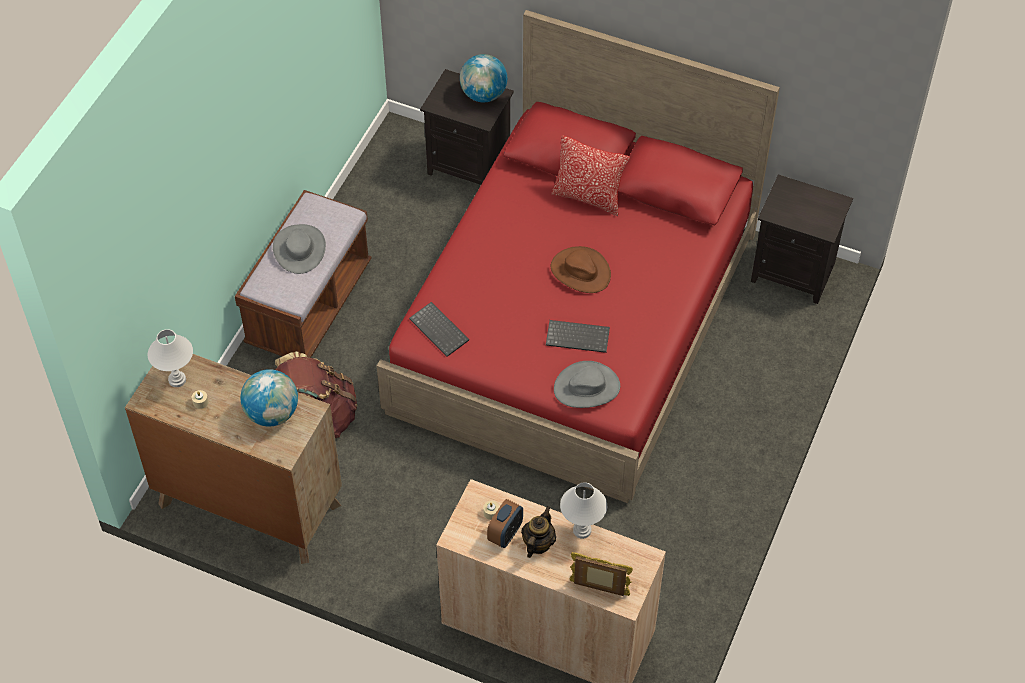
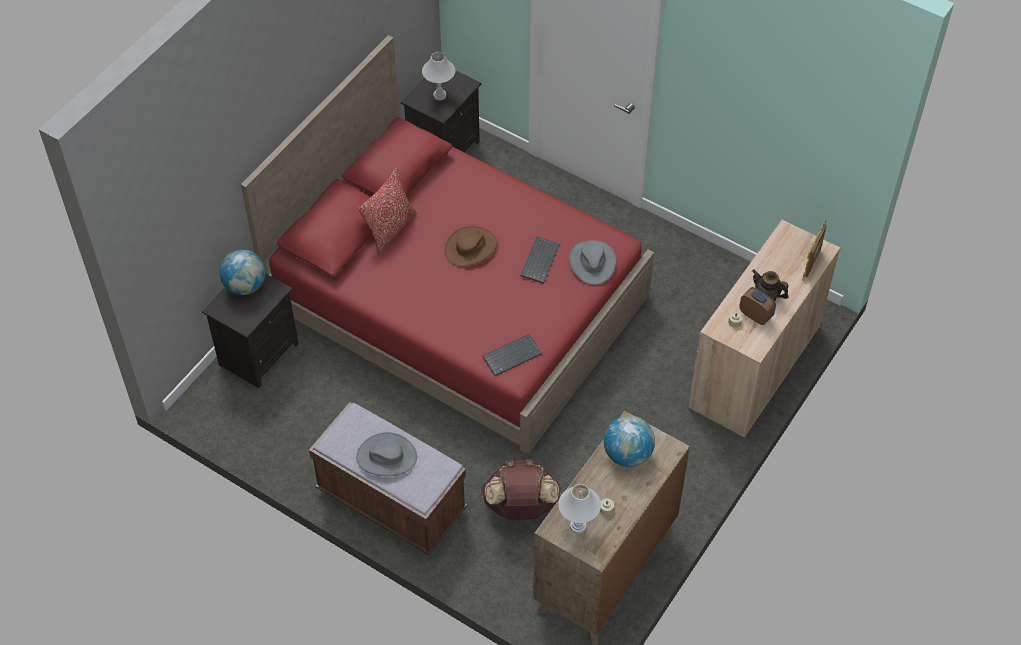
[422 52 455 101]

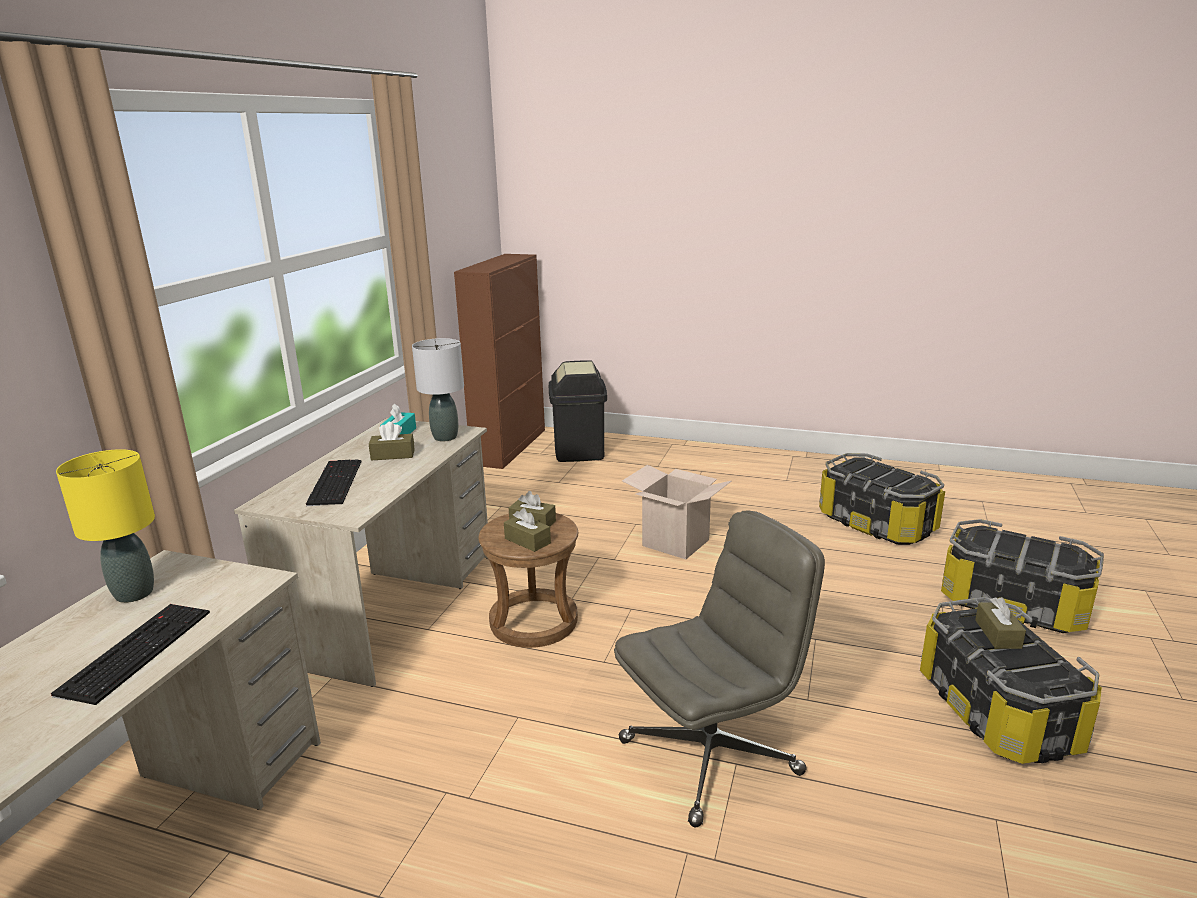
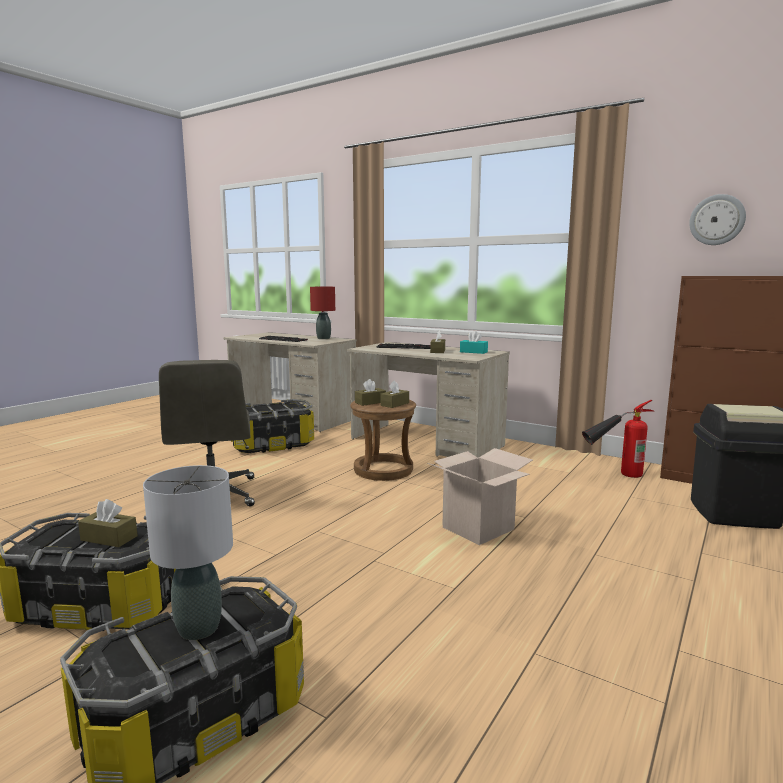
[310 287 335 339]
[143 465 233 640]
[231 399 314 453]
[582 400 654 478]
[689 194 746 245]

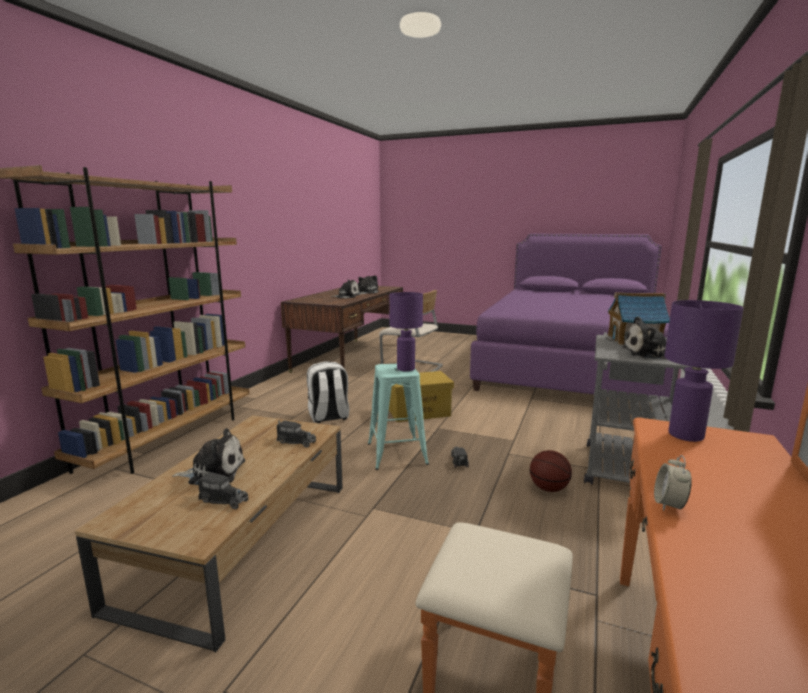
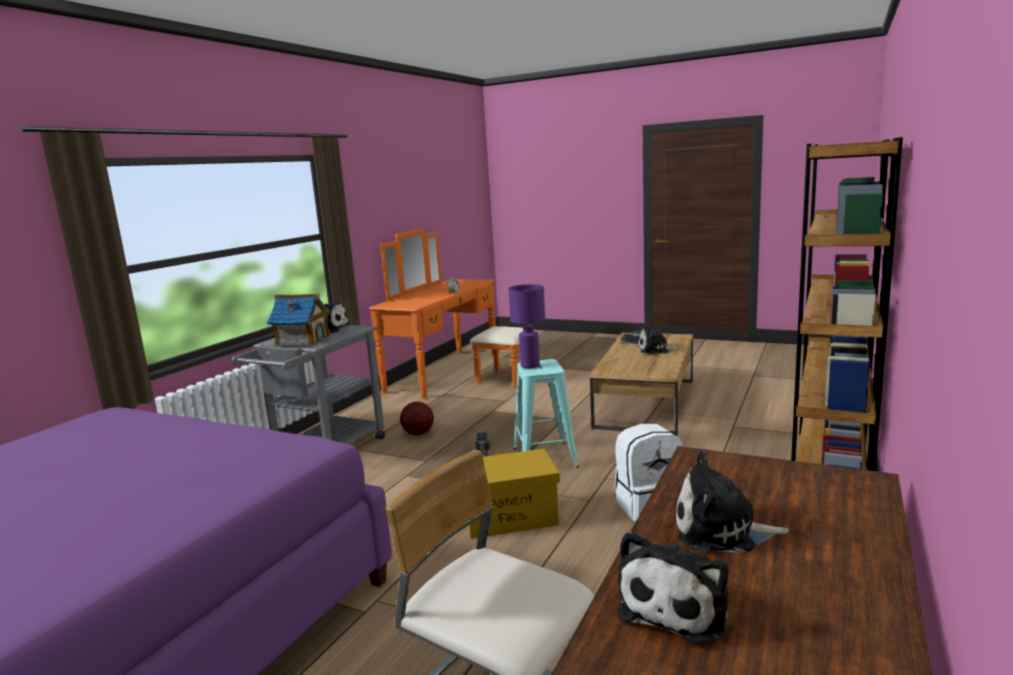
[277 420 316 448] (first image)
[665 300 744 442] (first image)

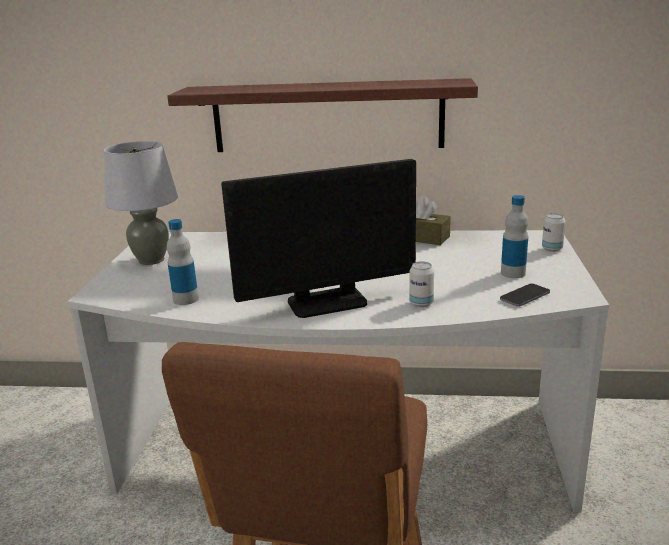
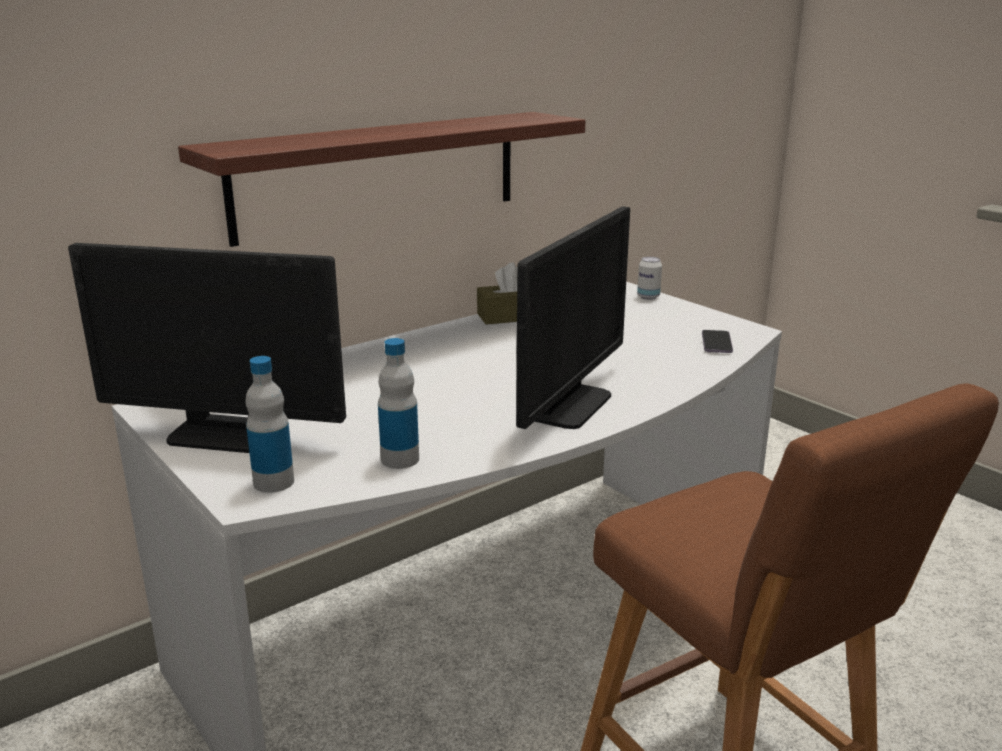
[68 243 346 453]
[409 261 434 307] (first image)
[245 356 294 493]

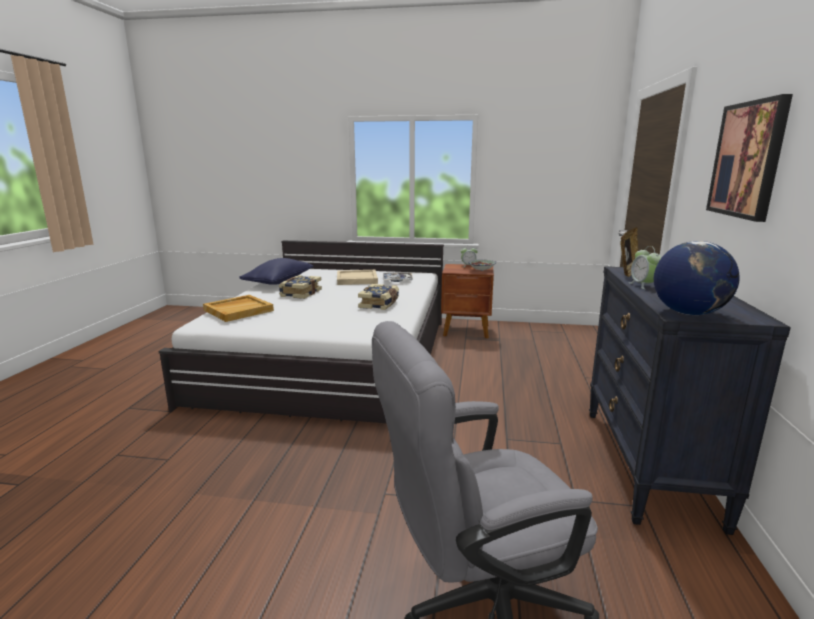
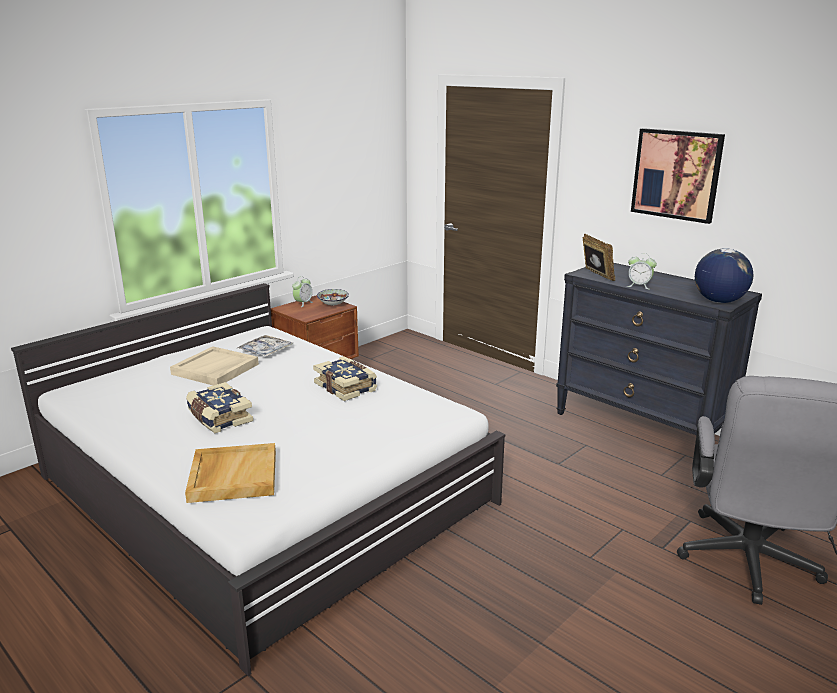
[239 258 313 285] (first image)

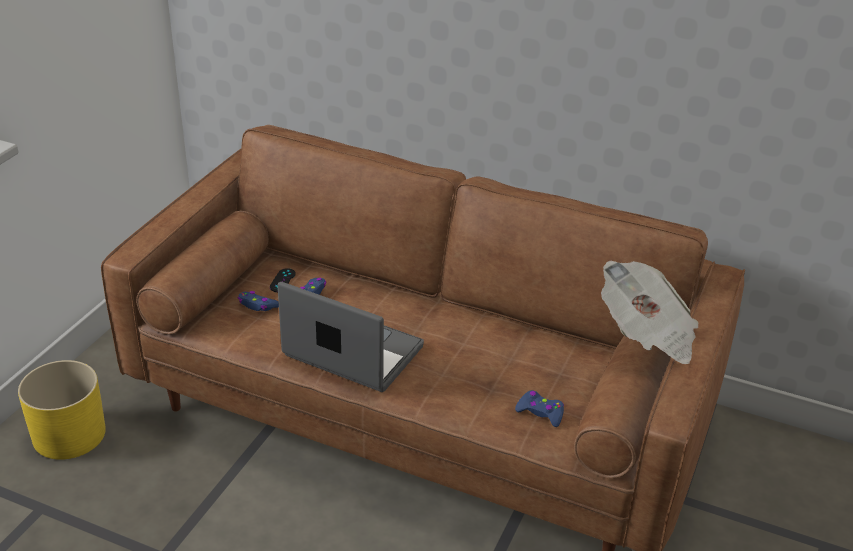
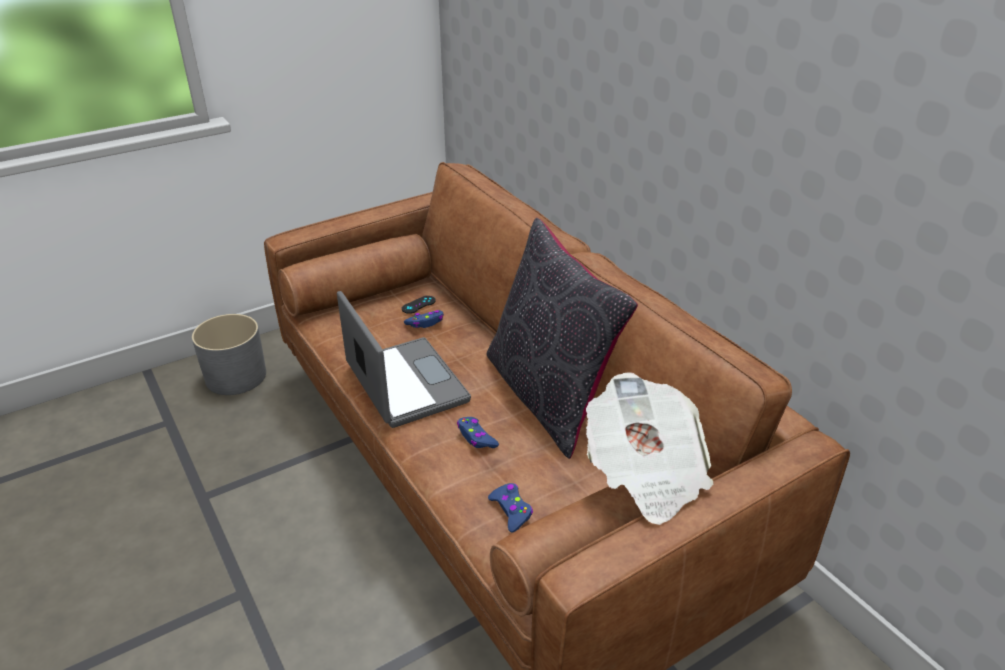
[192 314 266 395]
[457 417 499 448]
[486 218 638 459]

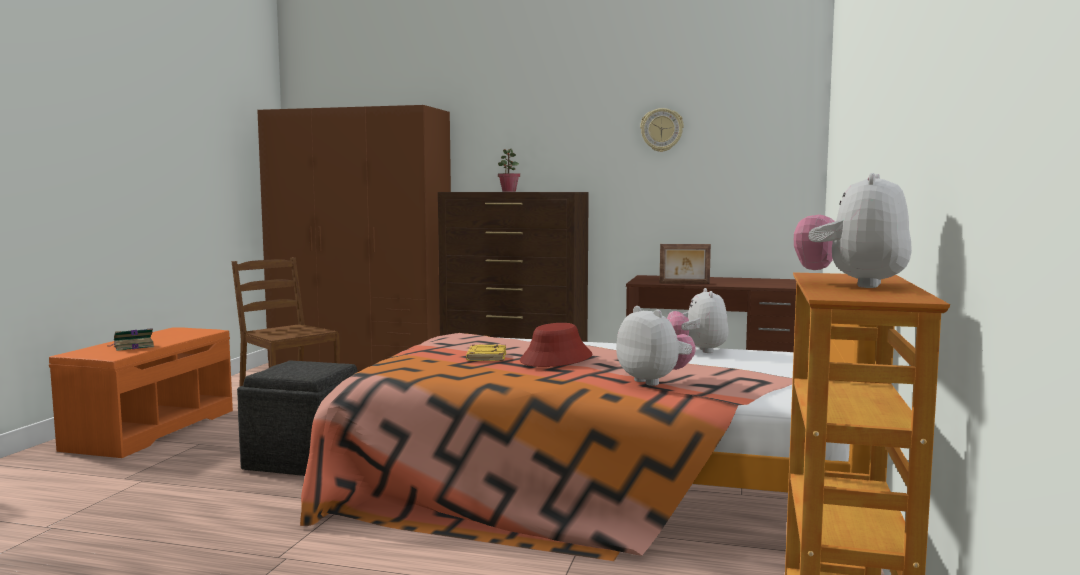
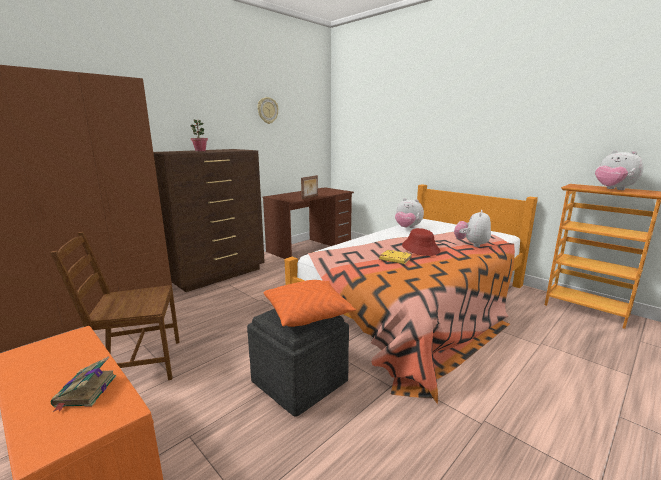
[454 210 491 247]
[263 280 356 327]

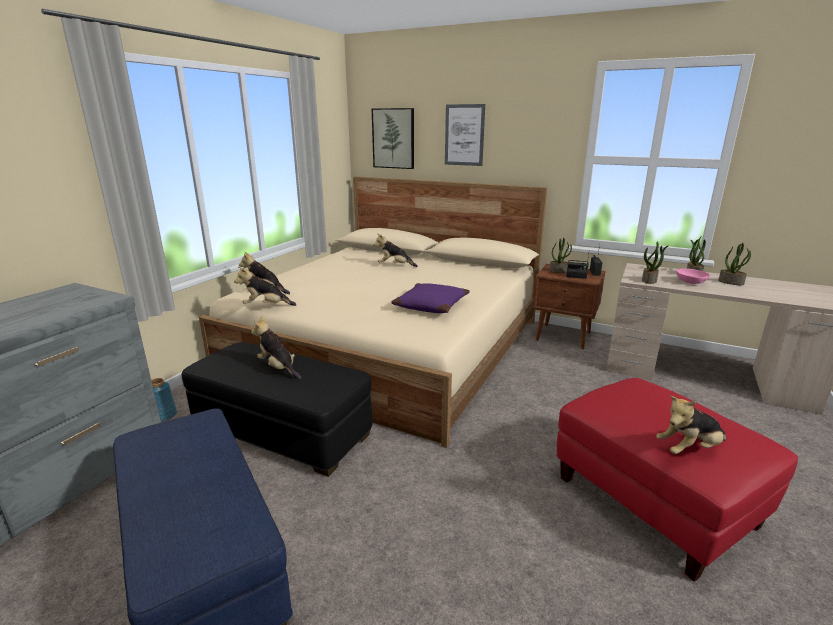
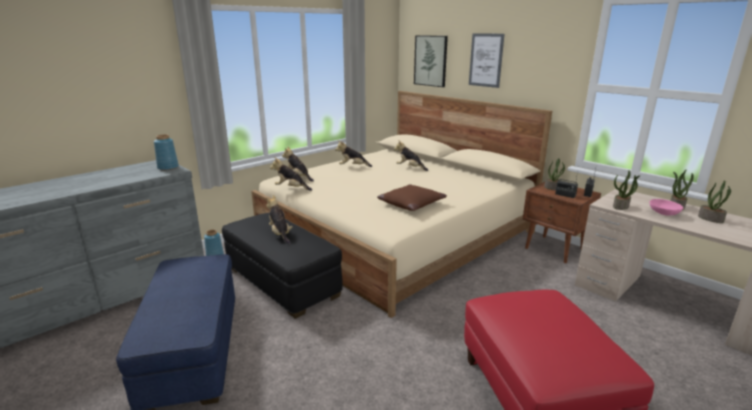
[377 184 447 211]
[335 140 372 167]
[154 134 179 170]

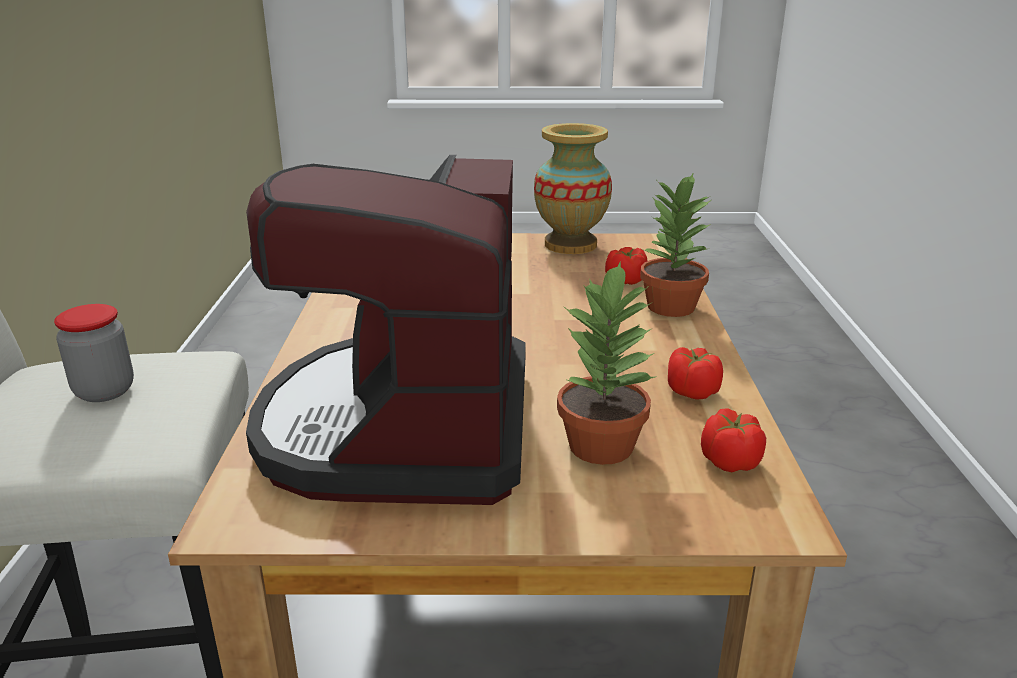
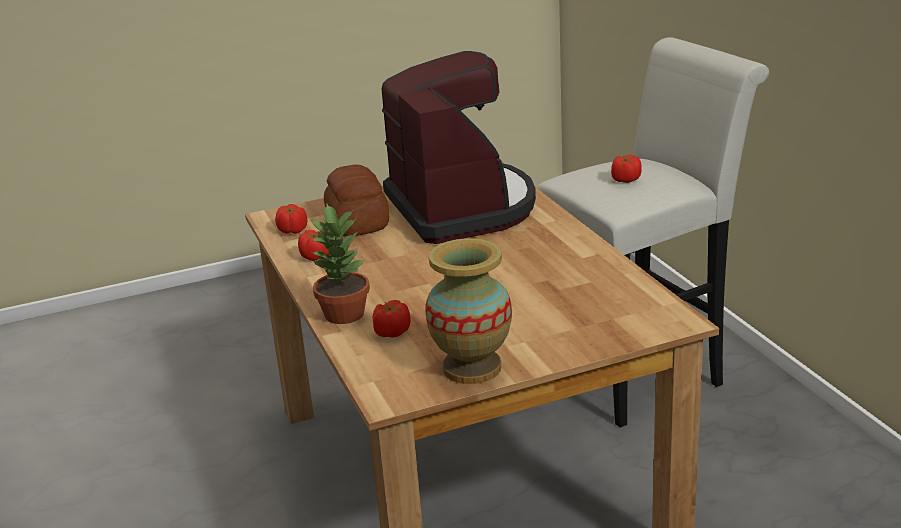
[611 155 642 183]
[324 165 389 237]

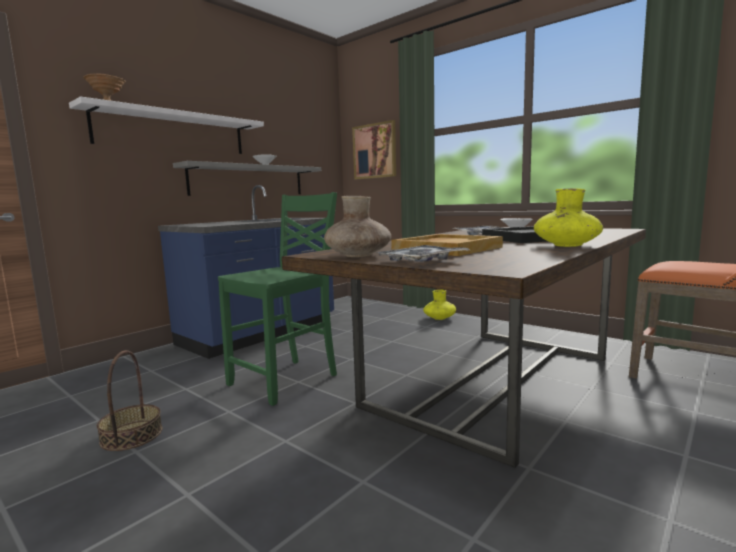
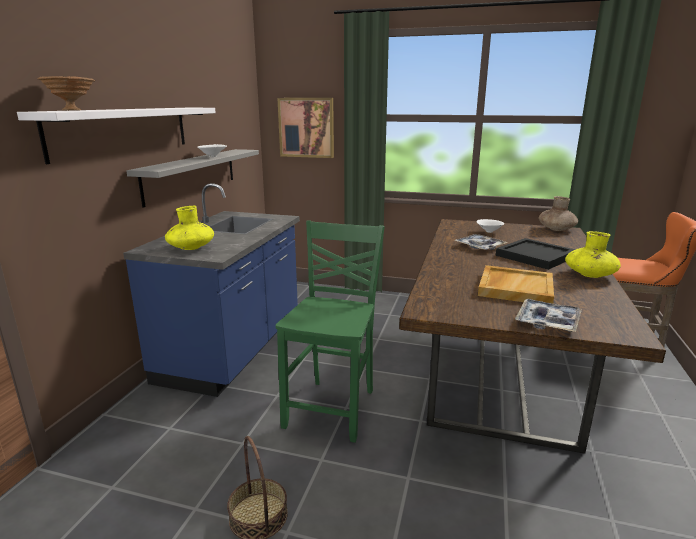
[539 196 578 231]
[165 206 214 250]

